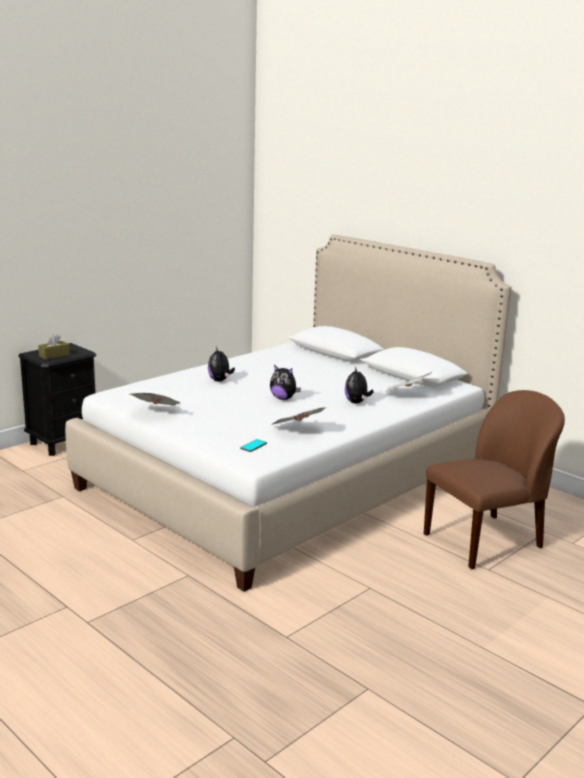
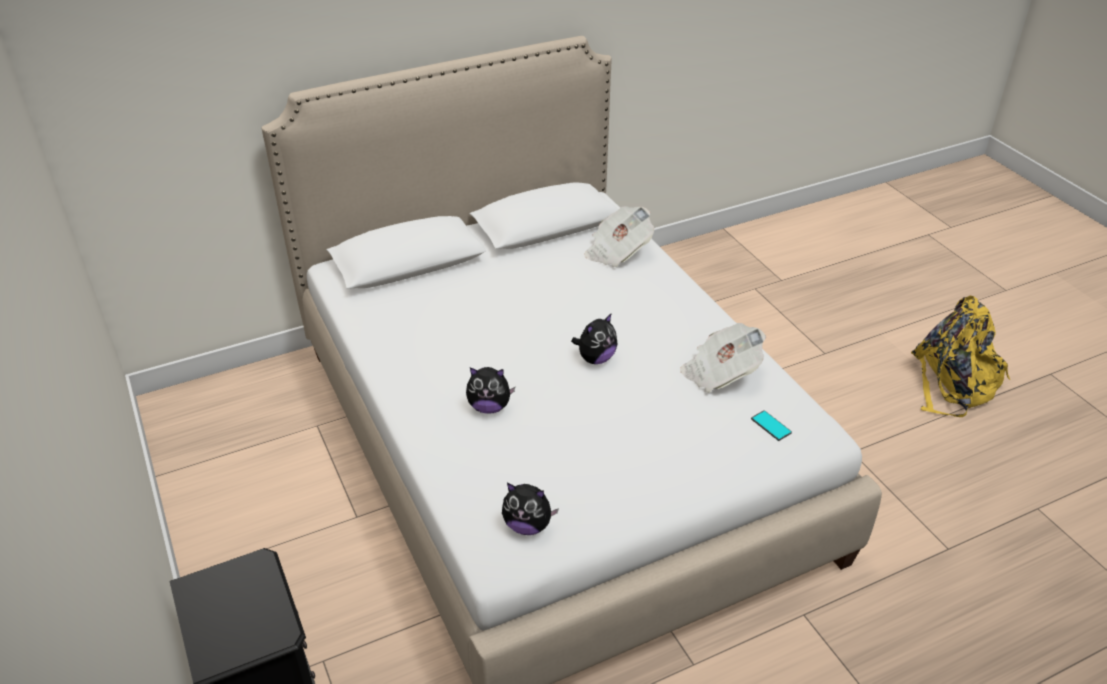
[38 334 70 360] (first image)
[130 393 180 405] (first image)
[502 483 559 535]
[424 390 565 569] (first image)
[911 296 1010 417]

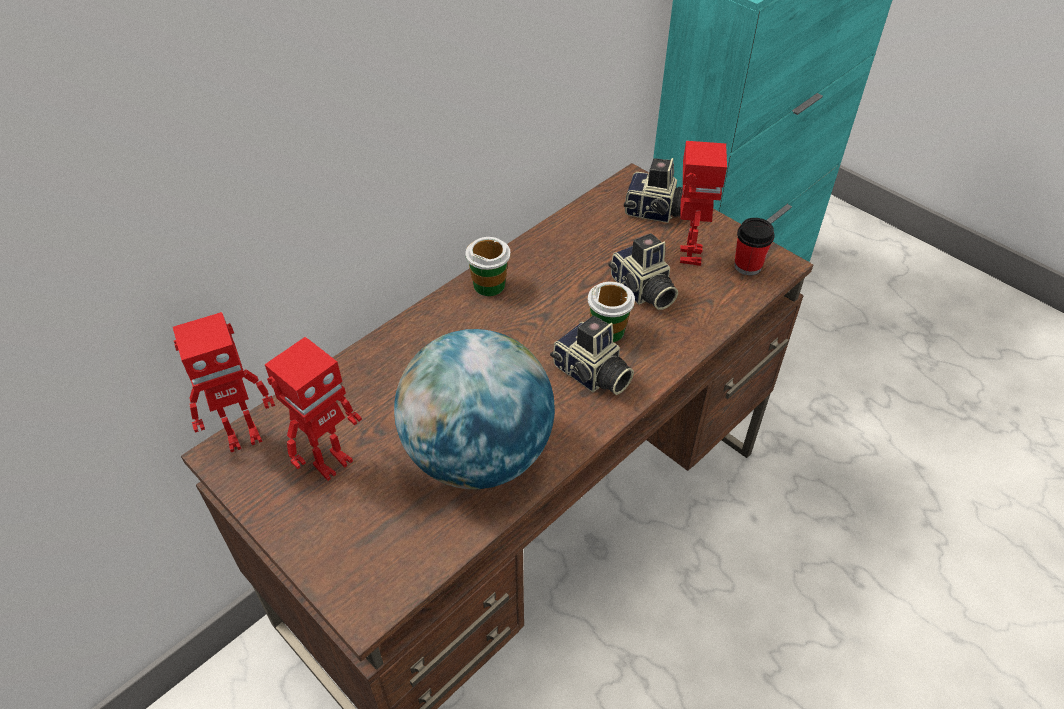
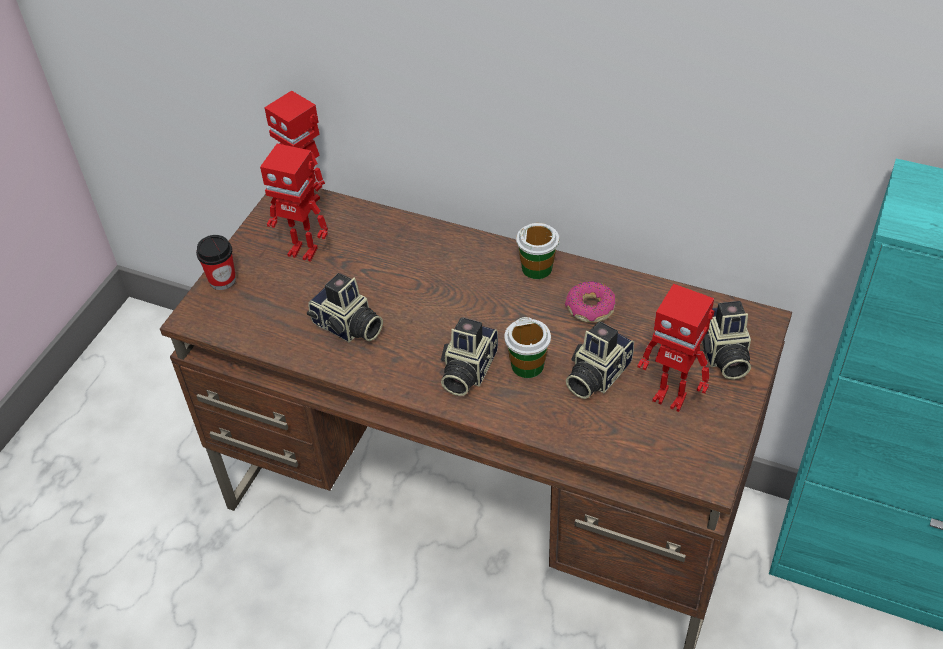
[307 273 383 342]
[638 284 714 412]
[196 235 236 290]
[565 281 615 323]

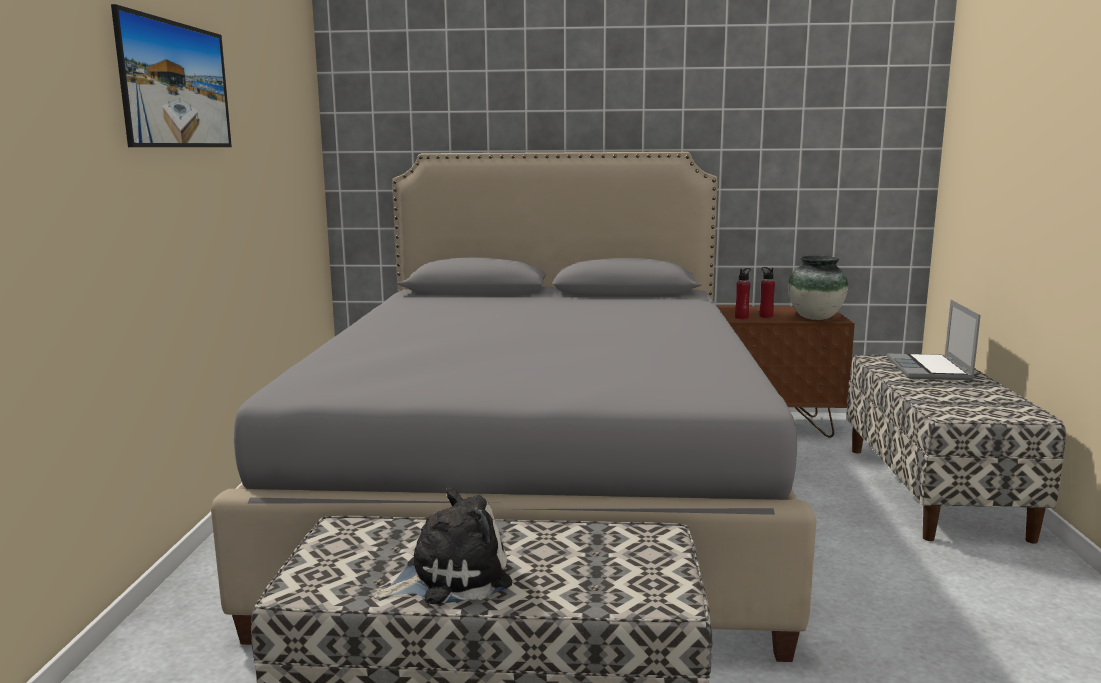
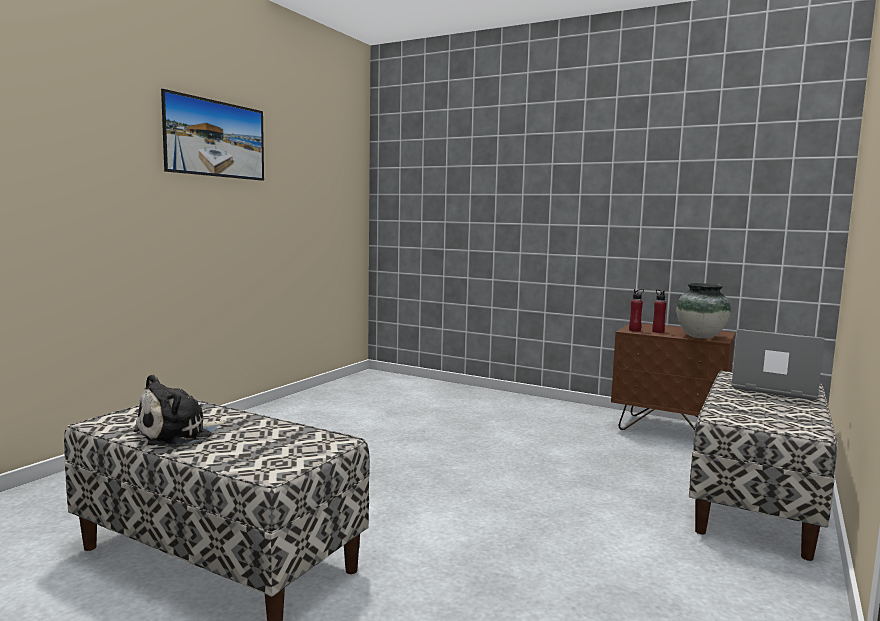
[211 152 817 662] (first image)
[133 374 227 446]
[731 329 824 400]

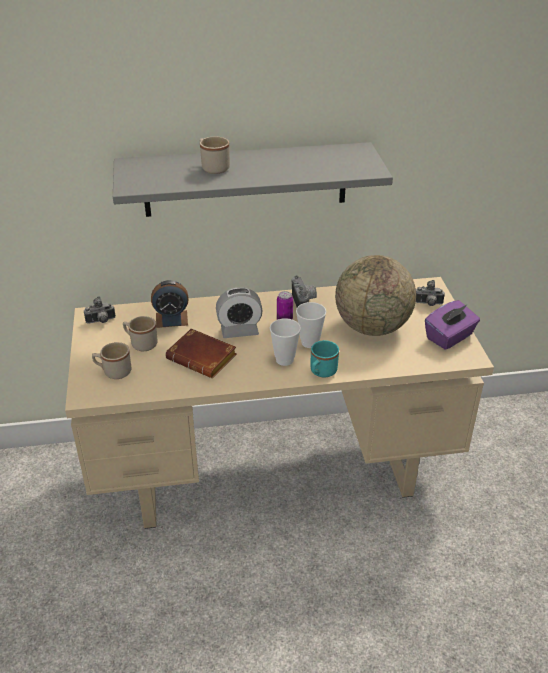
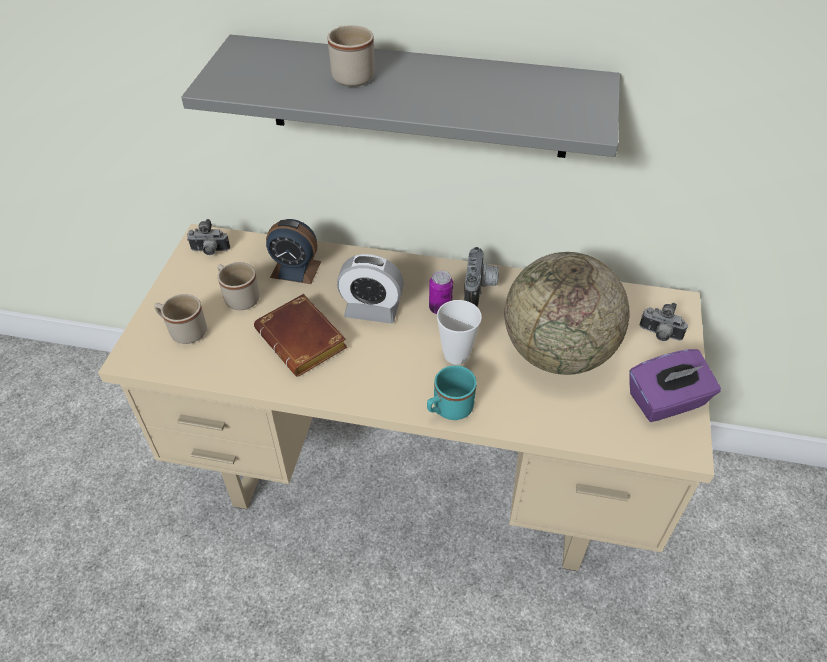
[270 318 301 366] (first image)

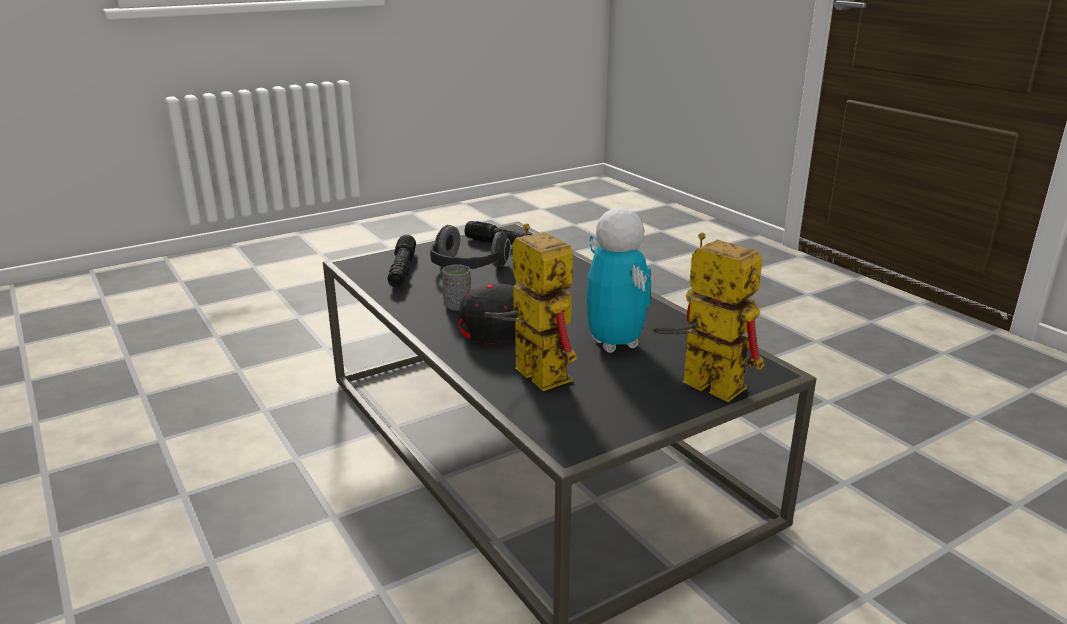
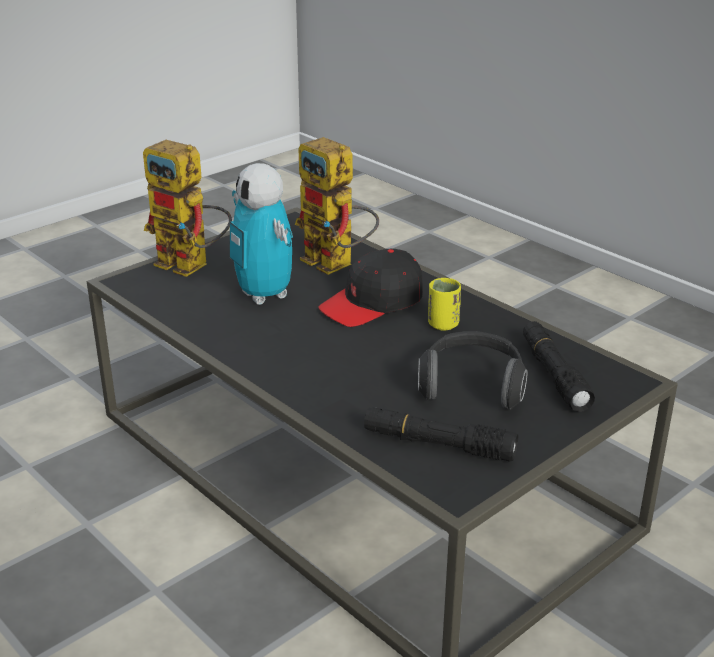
[428 278 461 331]

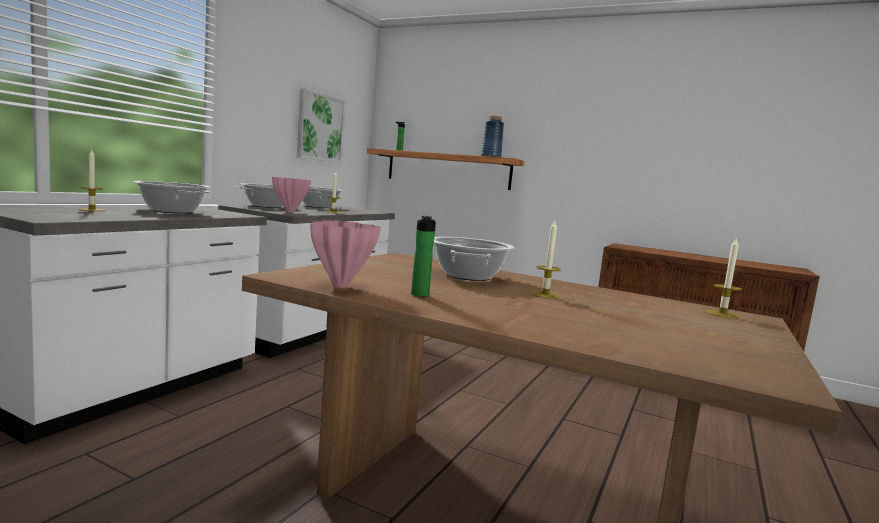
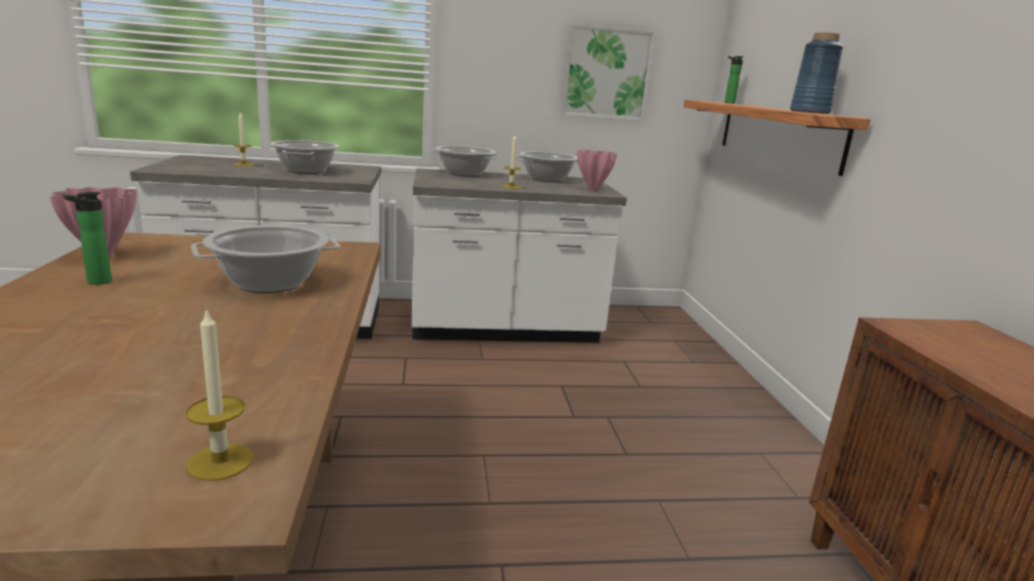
[577 150 617 192]
[531 221 561 299] (first image)

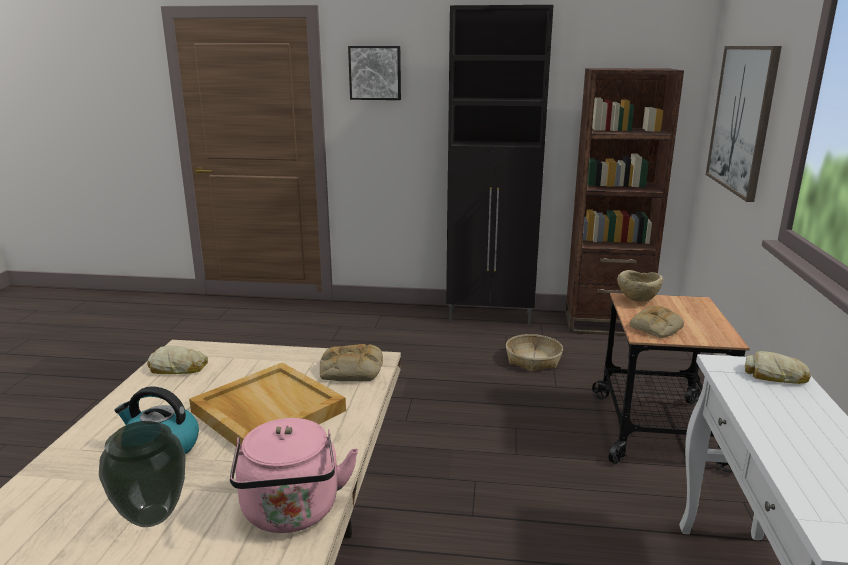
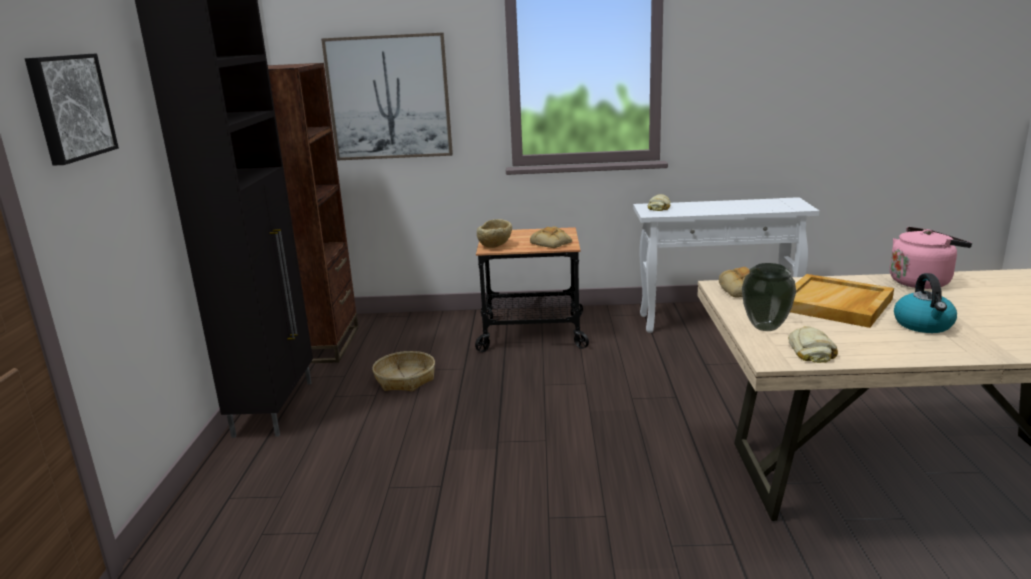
[742 263 796 331]

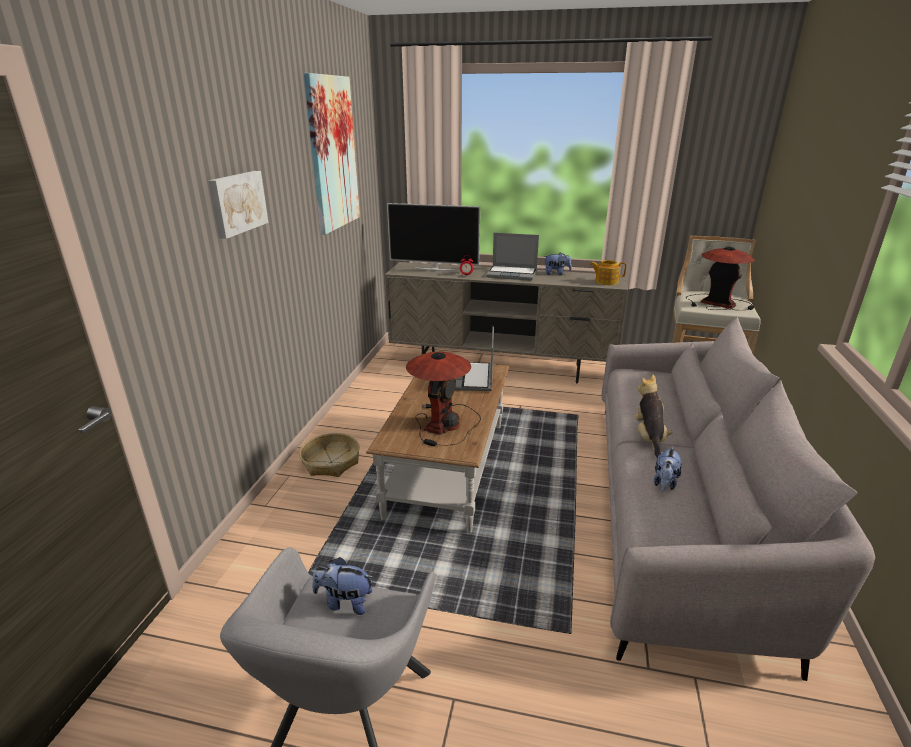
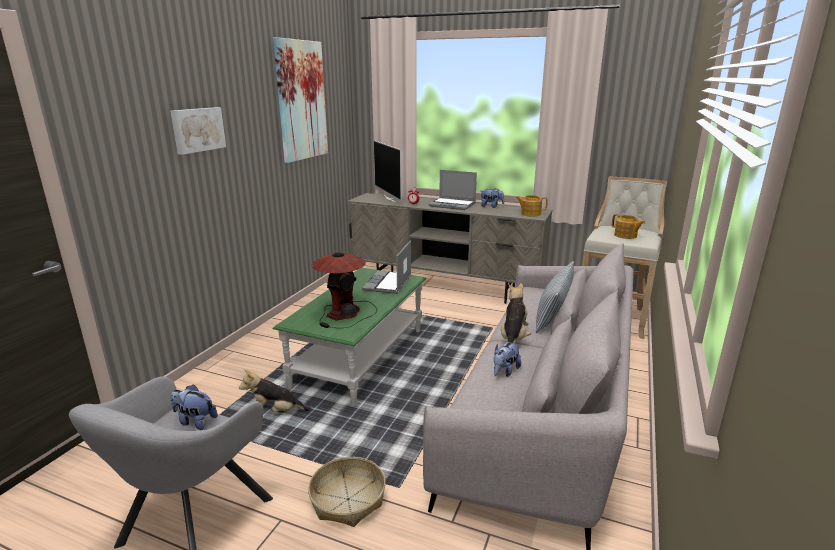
[308 457 386 527]
[273 268 426 406]
[374 140 402 203]
[612 214 645 239]
[239 369 311 411]
[536 261 574 333]

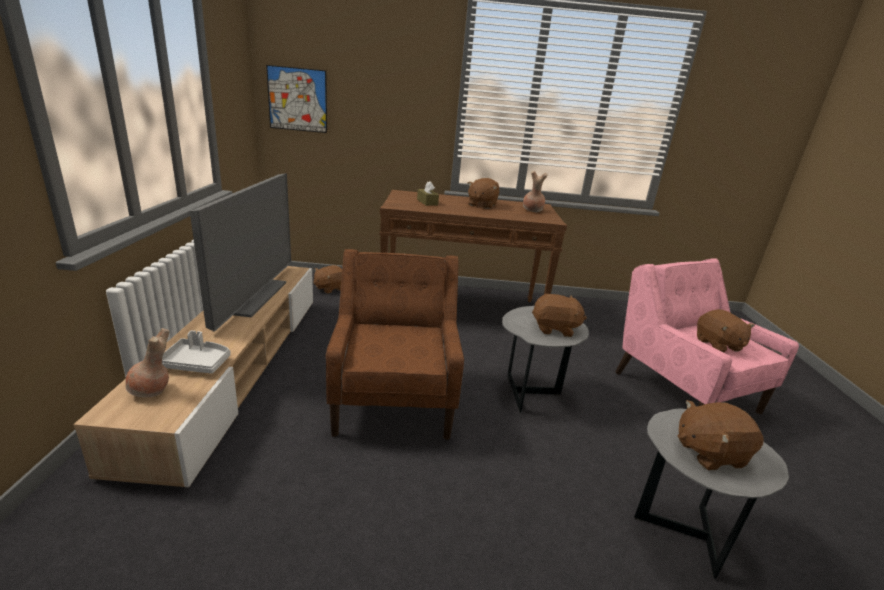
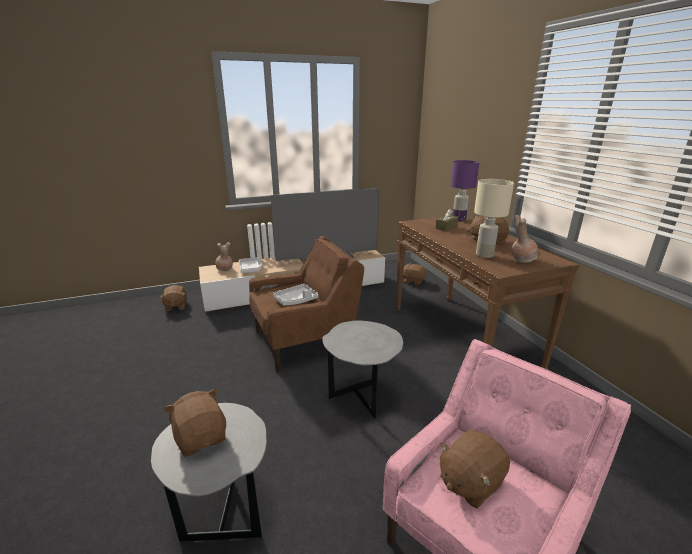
[266 65 327 133] (first image)
[159 285 187 311]
[273 284 319 305]
[450 160 479 221]
[474 179 514 258]

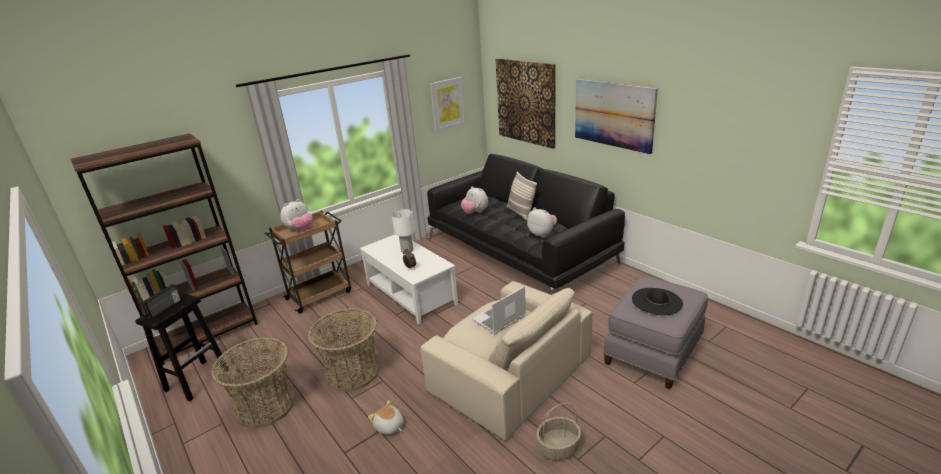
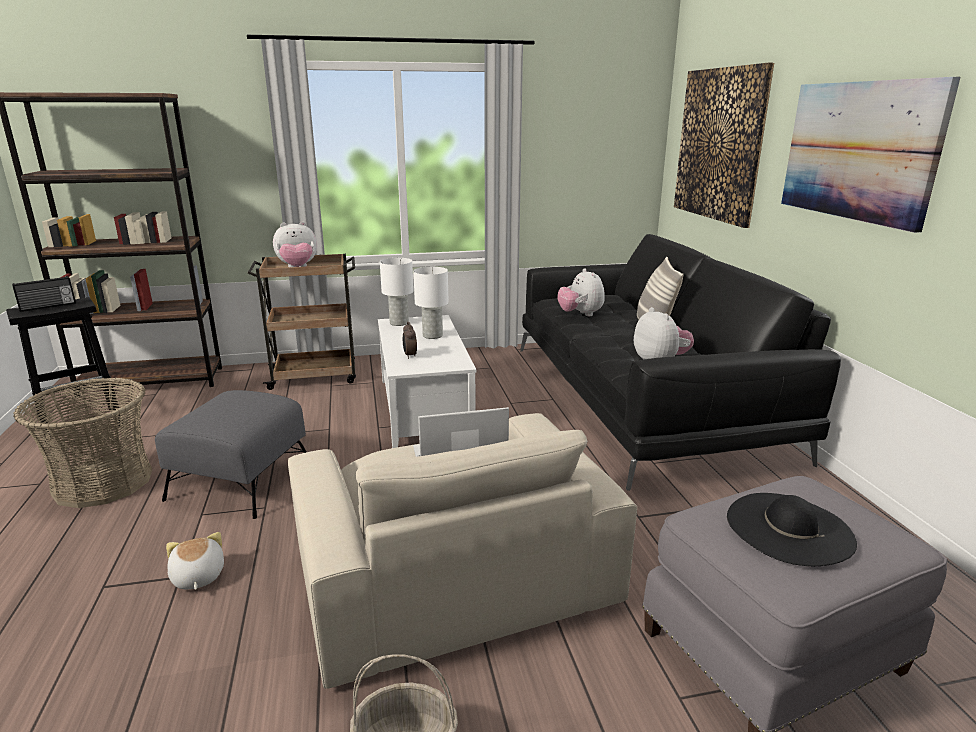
[155 390 306 519]
[430 77 466 131] (first image)
[380 258 414 326]

